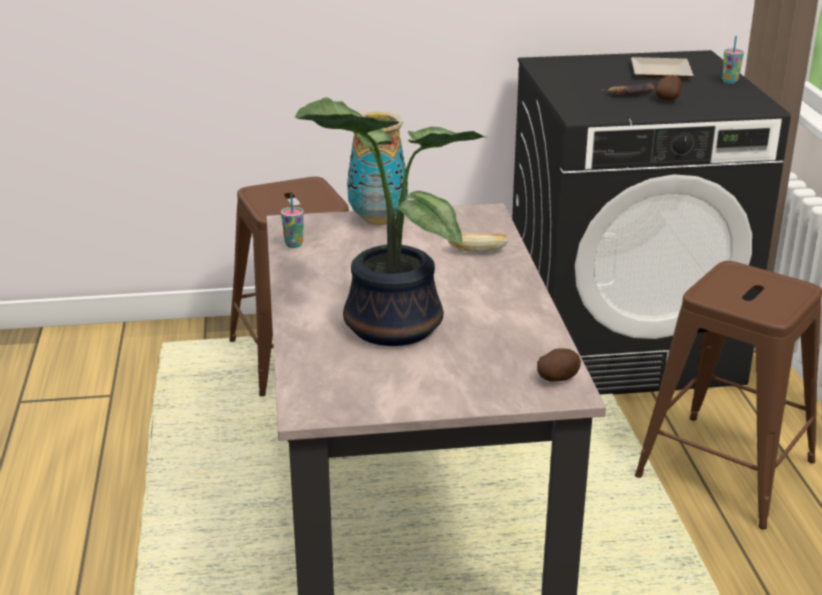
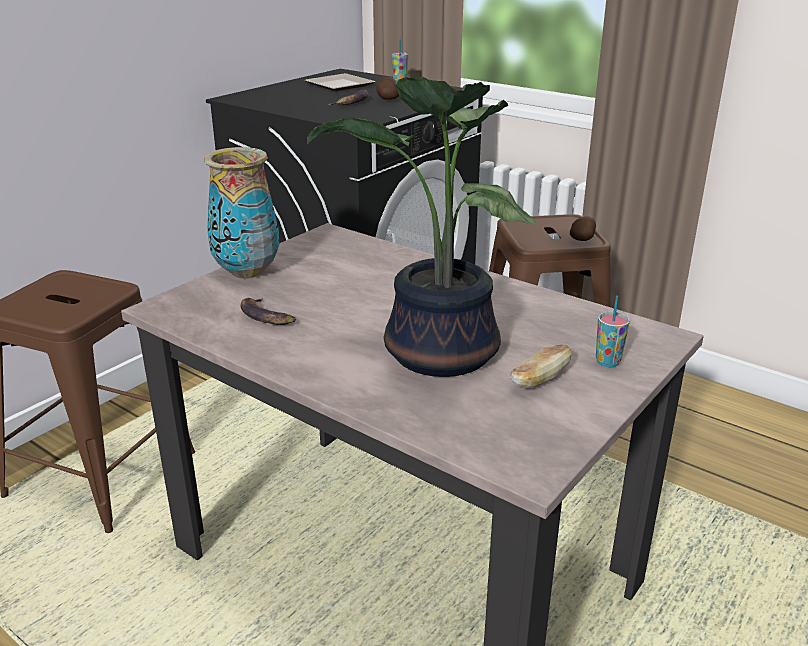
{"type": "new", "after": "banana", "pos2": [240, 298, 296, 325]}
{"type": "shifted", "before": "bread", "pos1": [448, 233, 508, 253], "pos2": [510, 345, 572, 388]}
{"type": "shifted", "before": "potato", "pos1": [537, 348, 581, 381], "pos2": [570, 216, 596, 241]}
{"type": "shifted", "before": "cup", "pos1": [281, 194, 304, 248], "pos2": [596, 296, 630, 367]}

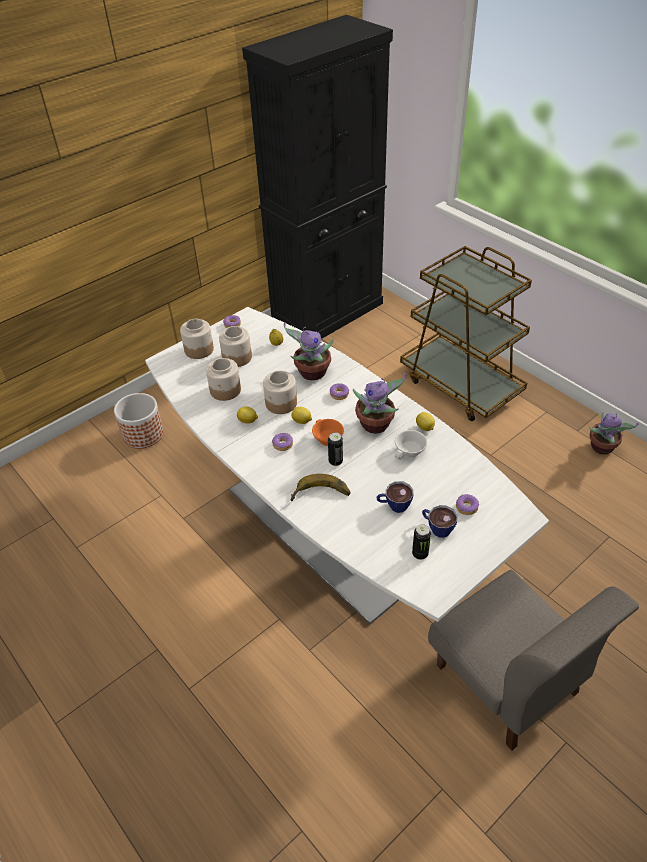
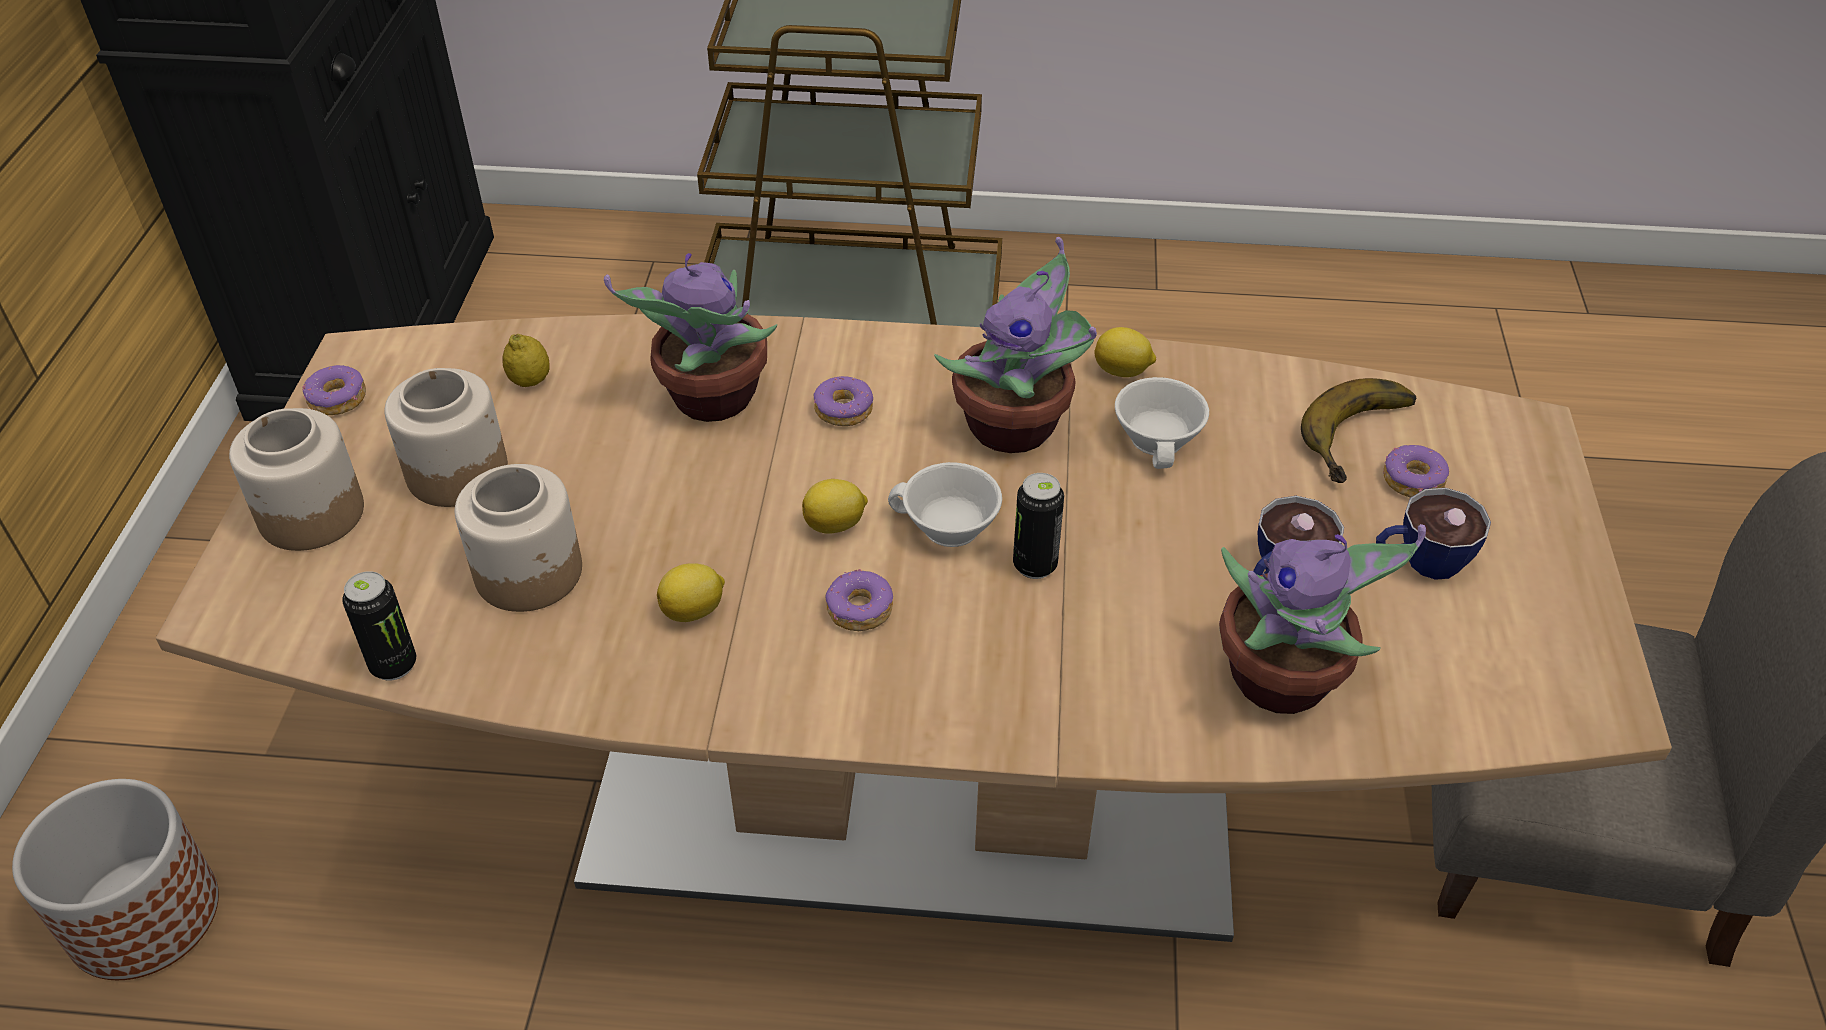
{"type": "repainted", "before": "white dining table", "after": "brown dining table", "pos1": [145, 307, 549, 624], "pos2": [156, 314, 1672, 942]}
{"type": "shifted", "before": "can", "pos1": [412, 524, 431, 560], "pos2": [342, 571, 416, 680]}
{"type": "repainted", "before": "orange cup", "after": "white cup", "pos1": [312, 419, 344, 446], "pos2": [888, 462, 1002, 547]}
{"type": "shifted", "before": "potted plant", "pos1": [589, 413, 639, 455], "pos2": [1219, 524, 1426, 714]}
{"type": "shifted", "before": "banana", "pos1": [291, 474, 350, 501], "pos2": [1301, 378, 1416, 483]}
{"type": "gone", "before": "jar", "pos1": [263, 371, 297, 414]}

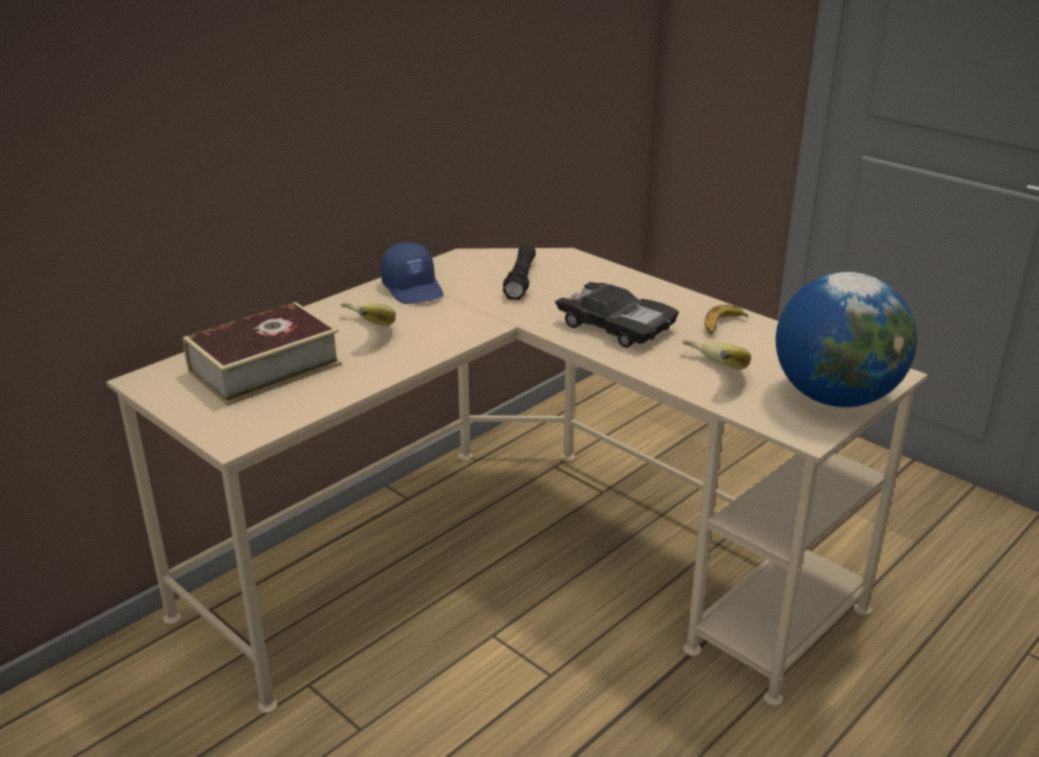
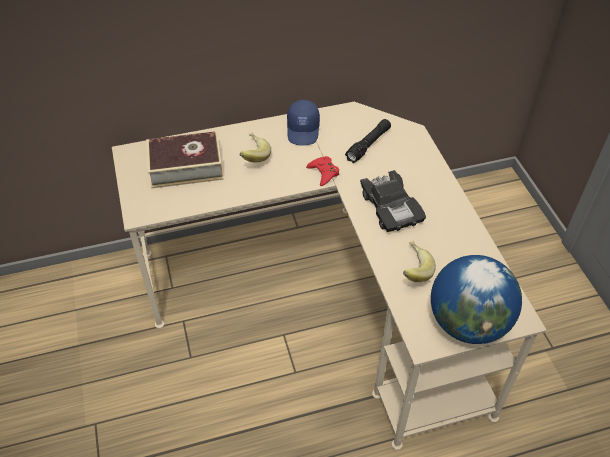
{"type": "new", "after": "red game controller", "pos2": [306, 156, 339, 186]}
{"type": "gone", "before": "banana", "pos1": [705, 305, 749, 335]}

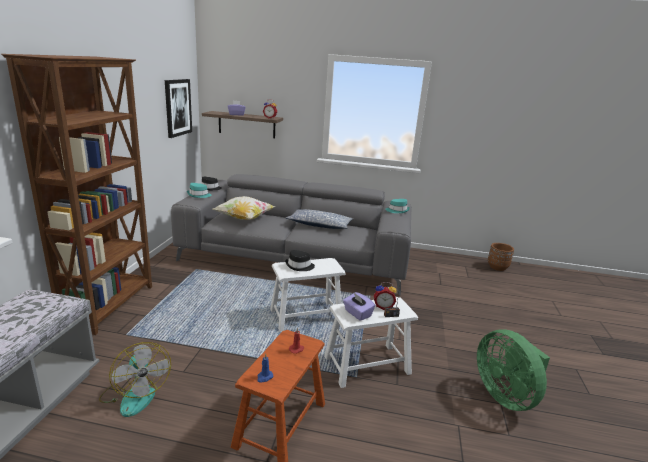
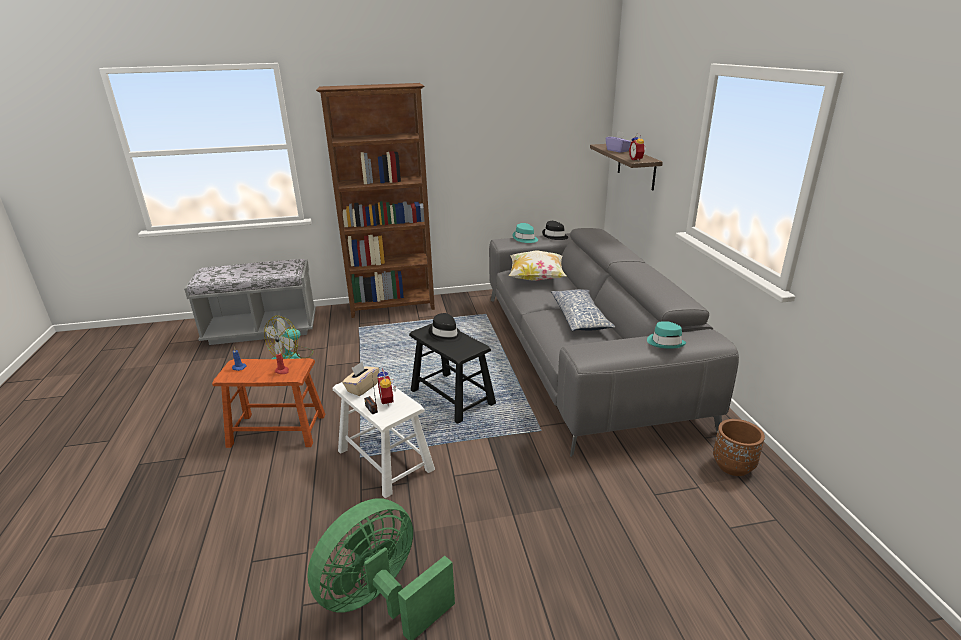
{"type": "repainted", "before": "purple tissue box", "after": "beige tissue box", "pos1": [343, 292, 375, 321], "pos2": [342, 362, 379, 396]}
{"type": "repainted", "before": "white stool", "after": "black stool", "pos1": [270, 258, 345, 332], "pos2": [409, 323, 496, 424]}
{"type": "shifted", "before": "brown planter", "pos1": [488, 243, 514, 271], "pos2": [713, 419, 765, 476]}
{"type": "gone", "before": "picture", "pos1": [165, 79, 192, 138]}

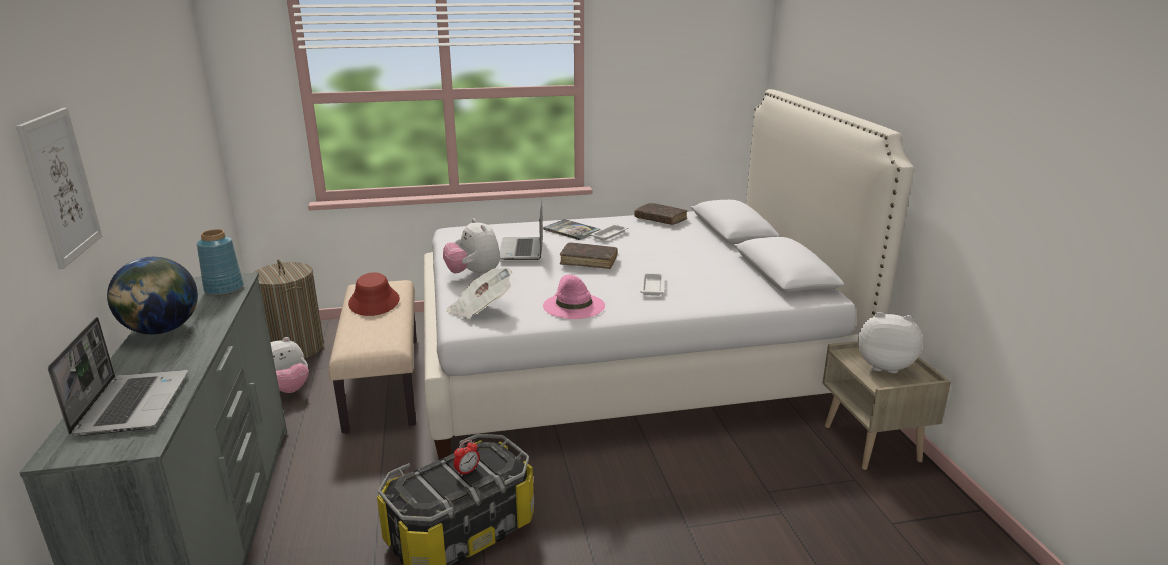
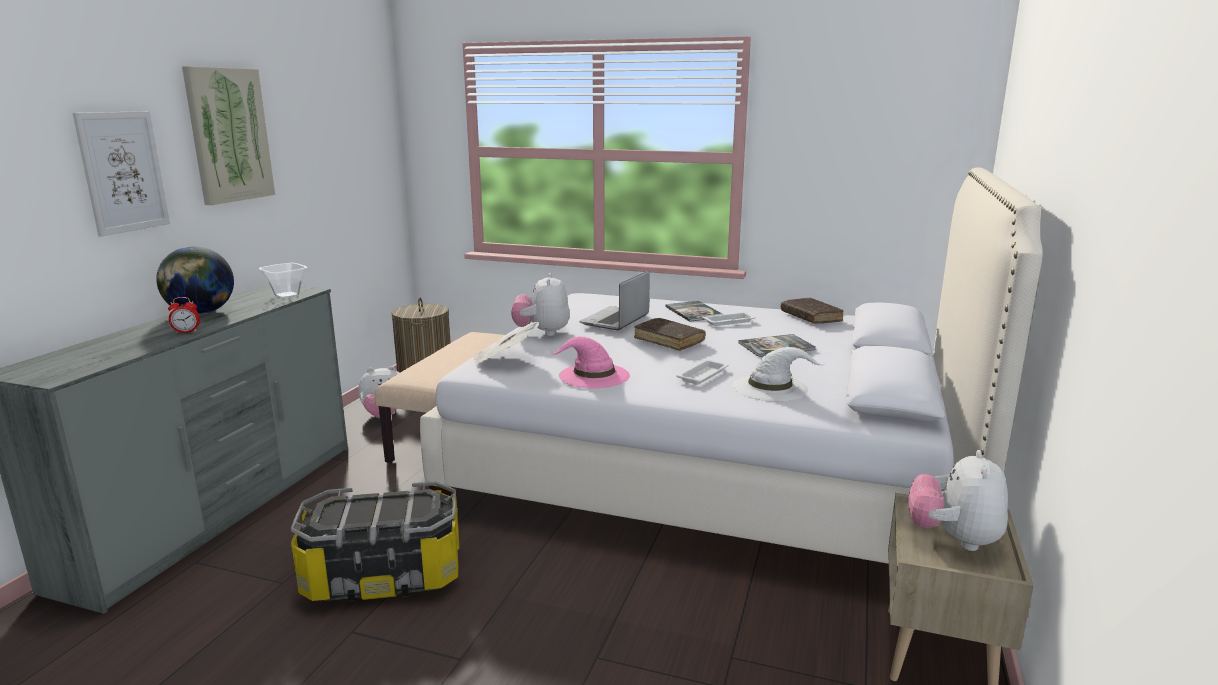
{"type": "shifted", "before": "alarm clock", "pos1": [454, 440, 480, 477], "pos2": [168, 297, 200, 334]}
{"type": "new", "after": "picture", "pos2": [182, 66, 275, 205]}
{"type": "swapped", "before": "blue vase", "after": "bowl", "pos1": [197, 229, 244, 296], "pos2": [258, 263, 308, 298]}
{"type": "new", "after": "white hat", "pos2": [733, 347, 826, 402]}
{"type": "new", "after": "book", "pos2": [738, 334, 816, 357]}
{"type": "rotated", "before": "plush toy", "pos1": [858, 312, 923, 374], "pos2": [908, 450, 1008, 551], "turn": -120}
{"type": "gone", "before": "laptop", "pos1": [48, 317, 188, 436]}
{"type": "gone", "before": "red hat", "pos1": [348, 272, 400, 316]}

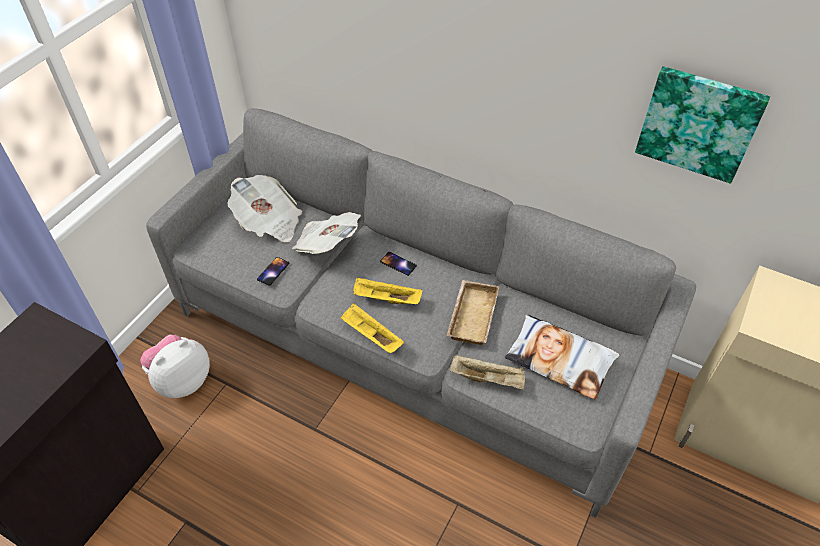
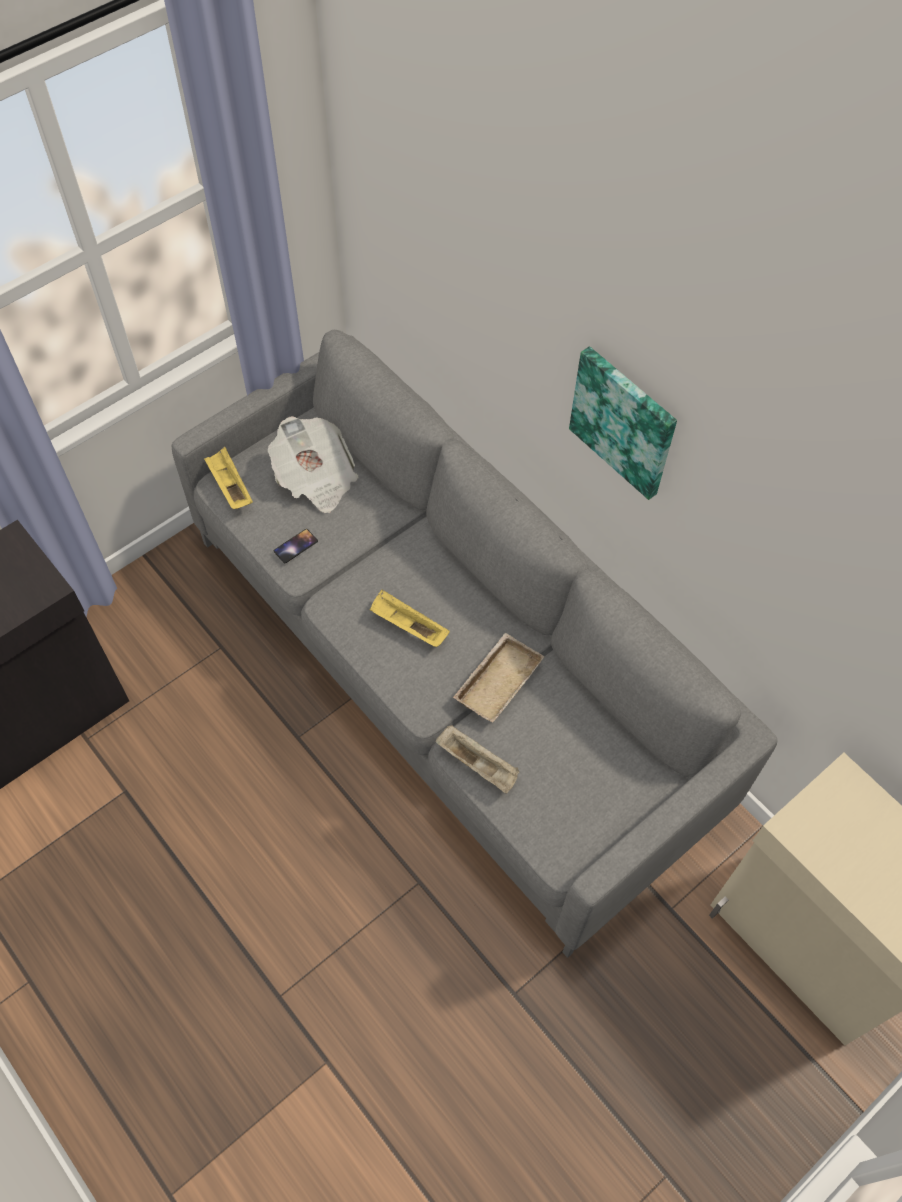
{"type": "shifted", "before": "yellow tray", "pos1": [340, 303, 404, 353], "pos2": [204, 447, 253, 509]}
{"type": "shifted", "before": "picture", "pos1": [635, 66, 770, 183], "pos2": [569, 346, 677, 500]}
{"type": "gone", "before": "plush toy", "pos1": [141, 335, 210, 398]}
{"type": "gone", "before": "newspaper", "pos1": [292, 212, 361, 254]}
{"type": "gone", "before": "phone", "pos1": [380, 252, 417, 276]}
{"type": "gone", "before": "pillow", "pos1": [505, 315, 620, 400]}

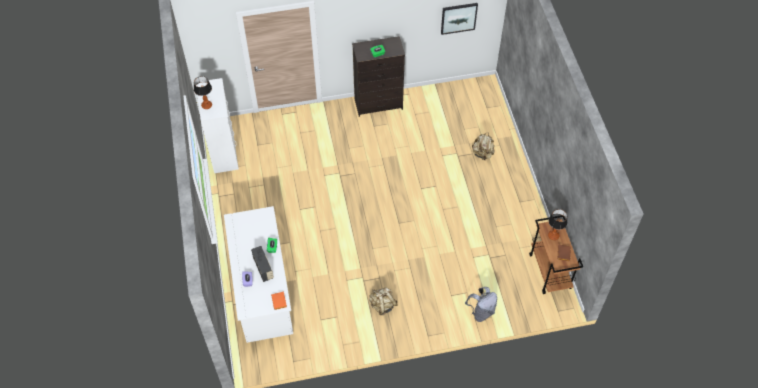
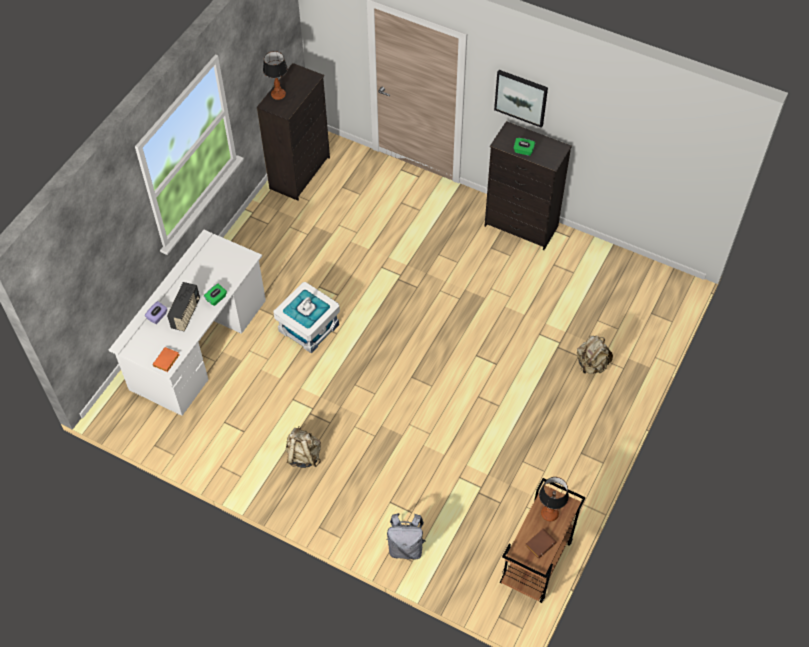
{"type": "repainted", "before": "white dresser", "after": "black dresser", "pos1": [196, 78, 239, 173], "pos2": [257, 63, 330, 201]}
{"type": "new", "after": "white storage box", "pos2": [274, 282, 340, 354]}
{"type": "shifted", "before": "picture", "pos1": [441, 3, 478, 35], "pos2": [494, 70, 548, 128]}

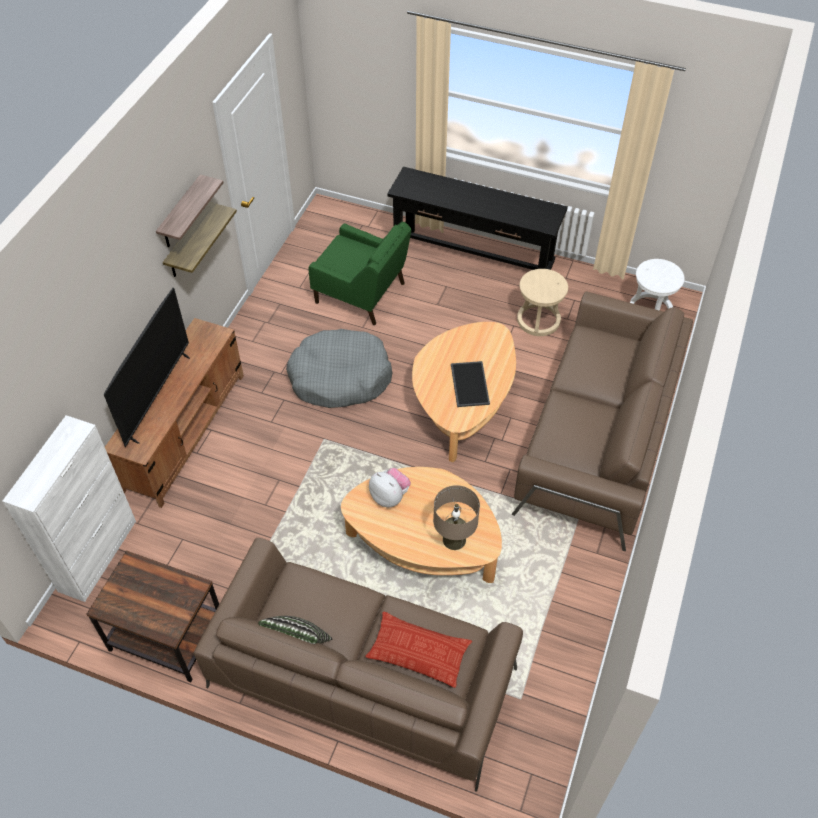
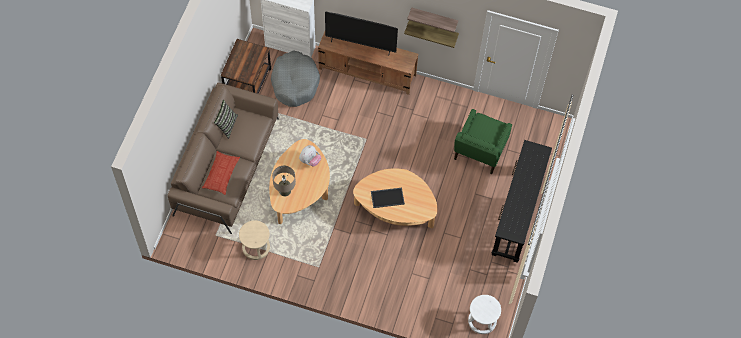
{"type": "shifted", "before": "beige stool", "pos1": [517, 269, 568, 336], "pos2": [239, 220, 270, 260]}
{"type": "shifted", "before": "grey dog bed", "pos1": [286, 329, 392, 408], "pos2": [271, 50, 320, 107]}
{"type": "gone", "before": "brown sofa", "pos1": [512, 291, 693, 551]}

